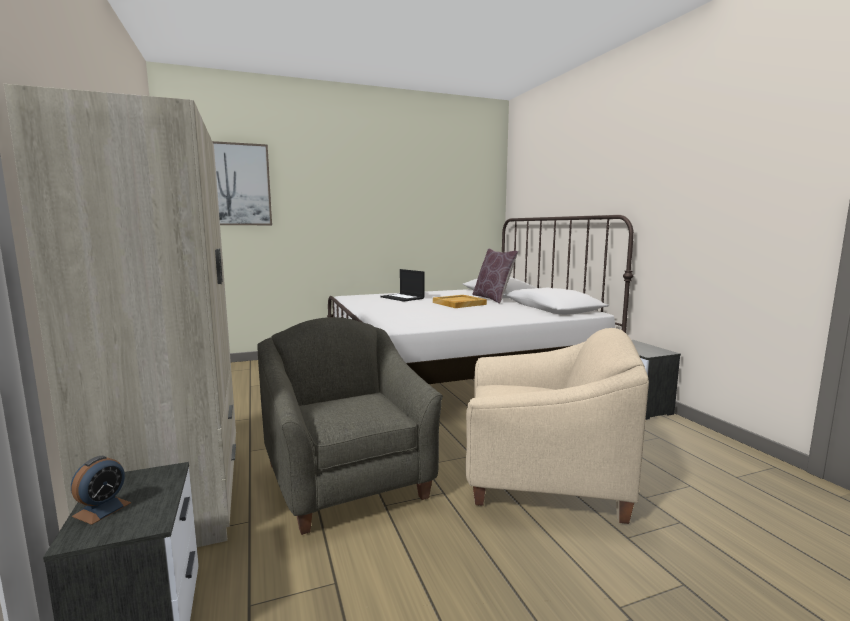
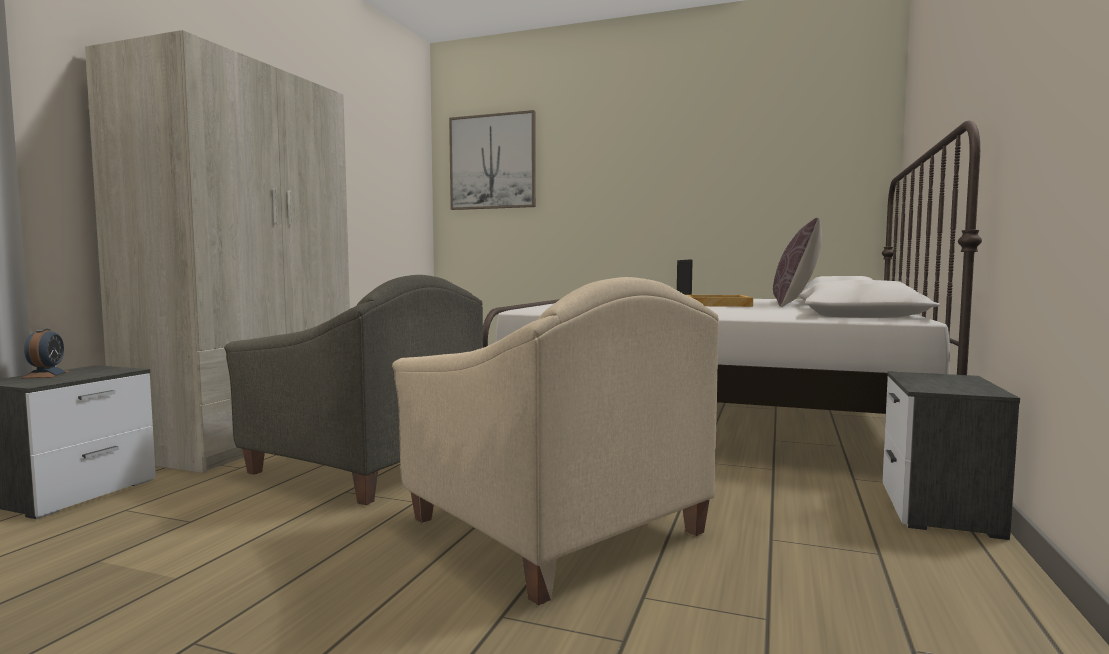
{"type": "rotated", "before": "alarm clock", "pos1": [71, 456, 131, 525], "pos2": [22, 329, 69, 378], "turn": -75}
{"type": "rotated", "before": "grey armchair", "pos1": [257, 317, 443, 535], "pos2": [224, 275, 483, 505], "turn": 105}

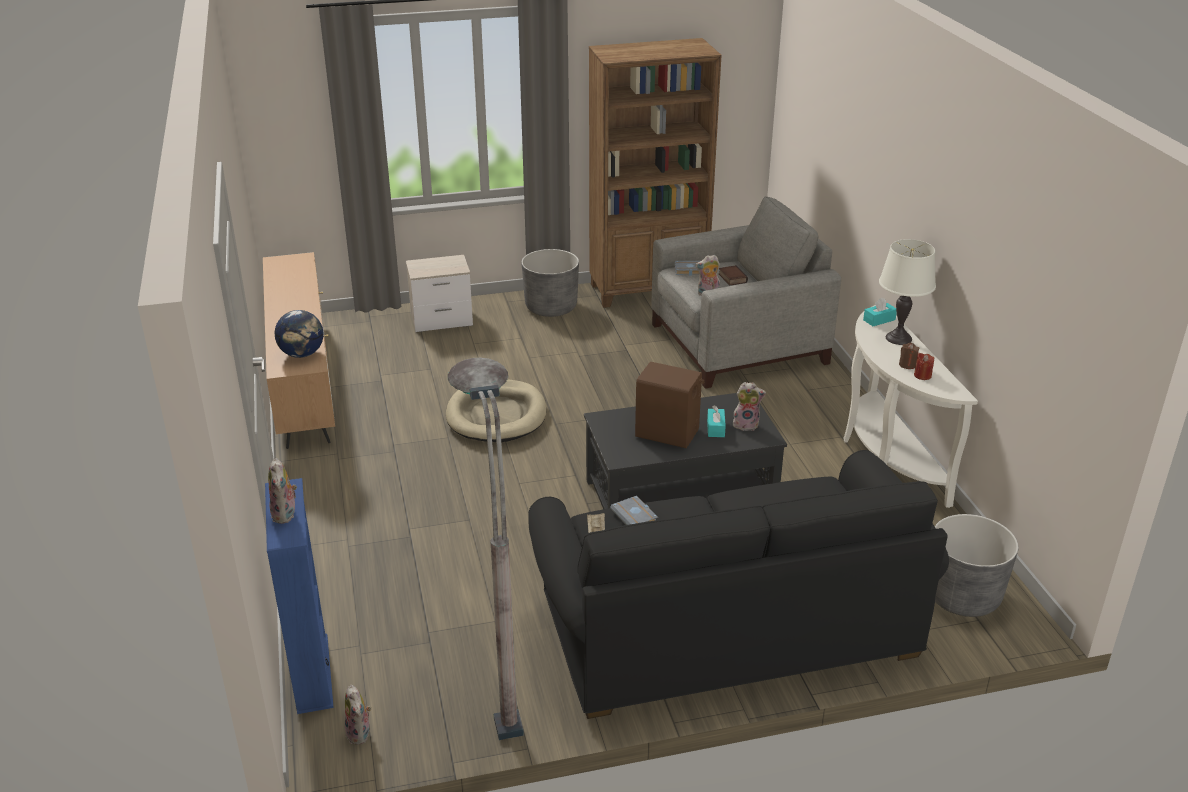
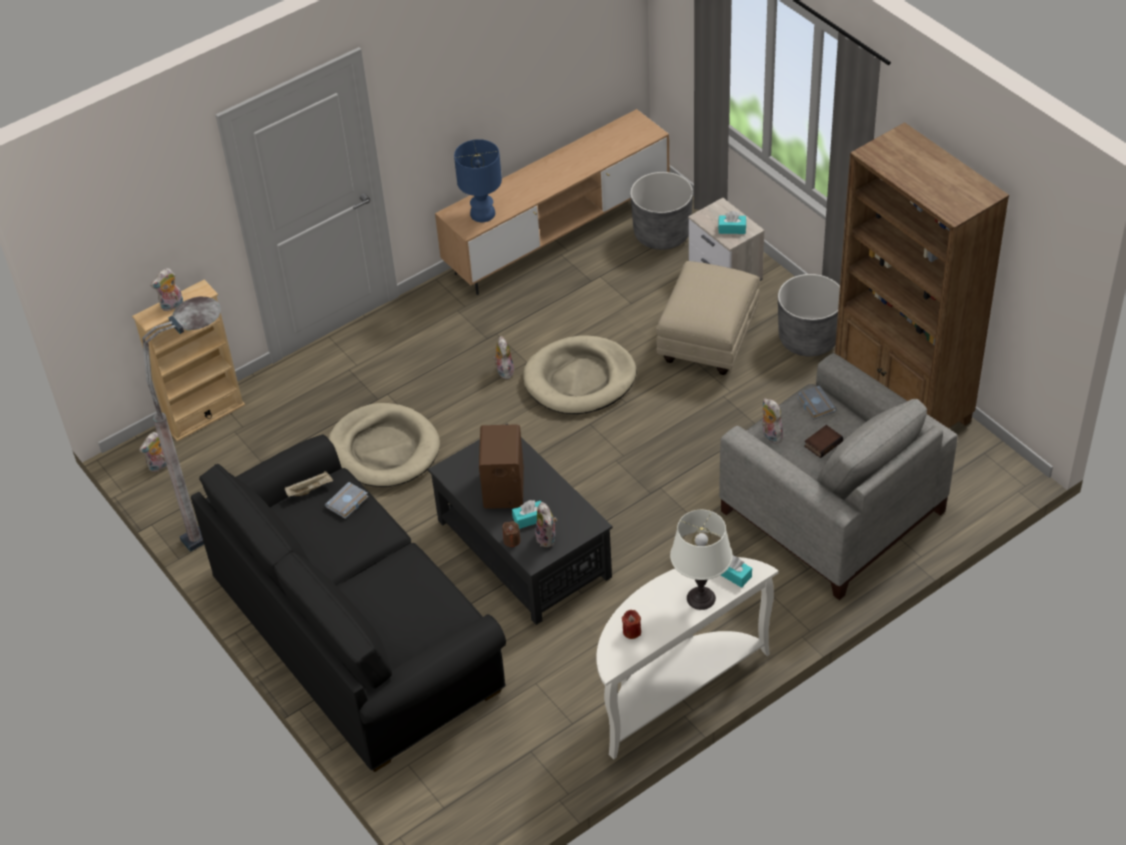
{"type": "repainted", "before": "blue bookcase", "after": "beige bookcase", "pos1": [265, 478, 334, 714], "pos2": [132, 280, 245, 442]}
{"type": "new", "after": "beige dog bed", "pos2": [328, 403, 440, 487]}
{"type": "swapped", "before": "globe", "after": "blue table lamp", "pos1": [275, 310, 324, 358], "pos2": [454, 139, 502, 222]}
{"type": "new", "after": "plush toy", "pos2": [493, 336, 514, 379]}
{"type": "shifted", "before": "brown candle", "pos1": [899, 343, 920, 369], "pos2": [502, 521, 521, 547]}
{"type": "shifted", "before": "grey planter", "pos1": [935, 514, 1018, 617], "pos2": [630, 172, 693, 250]}
{"type": "new", "after": "beige ottoman", "pos2": [656, 261, 760, 375]}
{"type": "new", "after": "turquoise tissue box", "pos2": [718, 211, 746, 234]}

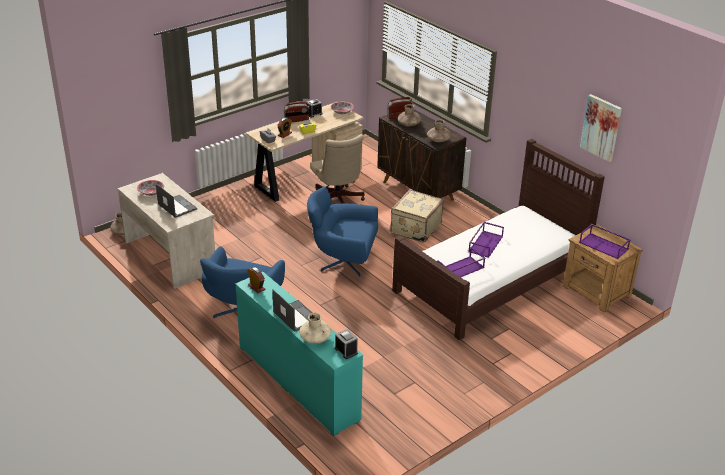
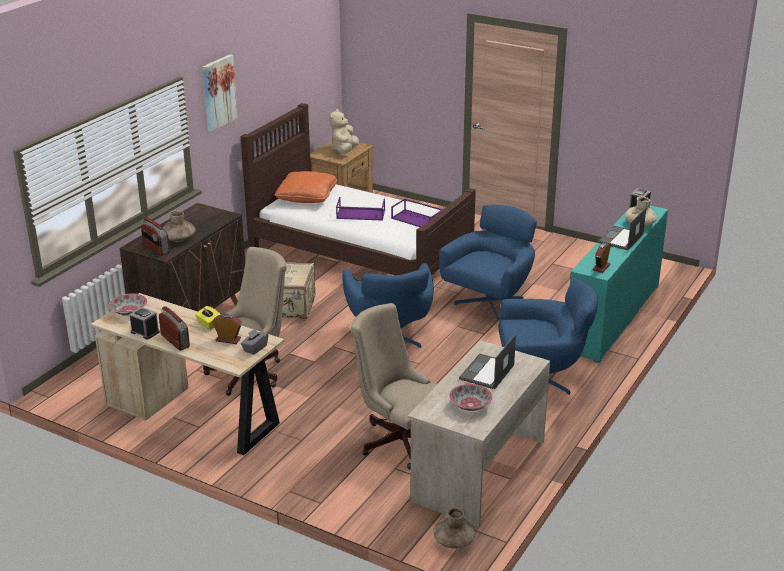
{"type": "shifted", "before": "picture", "pos1": [580, 94, 622, 162], "pos2": [202, 54, 238, 132]}
{"type": "new", "after": "orange pillow", "pos2": [275, 171, 337, 203]}
{"type": "swapped", "before": "purple tray", "after": "beige plush toy", "pos1": [579, 224, 630, 259], "pos2": [329, 109, 359, 153]}
{"type": "new", "after": "beige office chair", "pos2": [351, 303, 438, 469]}
{"type": "new", "after": "blue armchair", "pos2": [439, 205, 537, 320]}
{"type": "gone", "before": "brown vase", "pos1": [427, 120, 451, 142]}

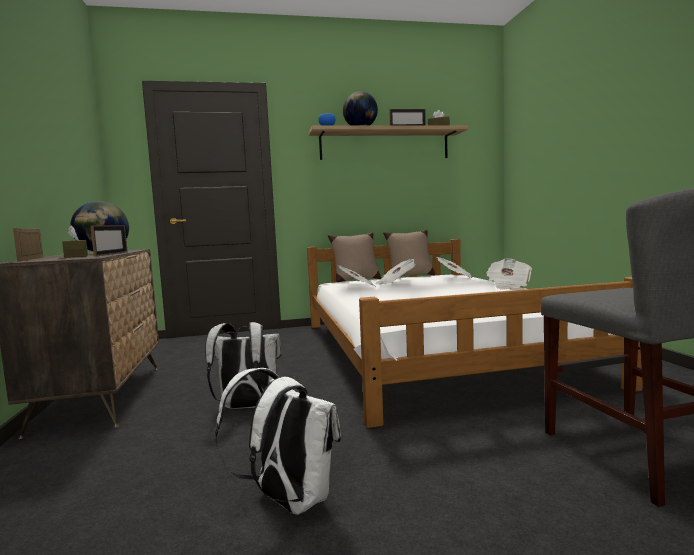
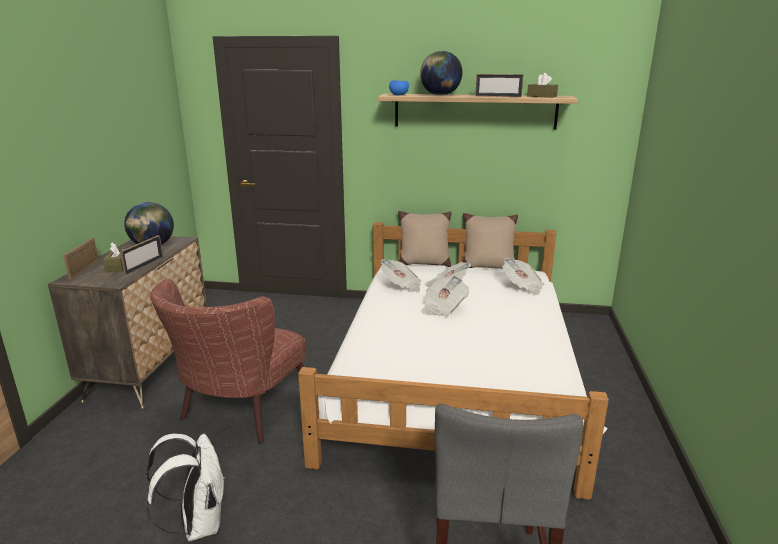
{"type": "swapped", "before": "white backpack", "after": "brown armchair", "pos1": [205, 322, 281, 409], "pos2": [150, 278, 306, 443]}
{"type": "shifted", "before": "newspaper", "pos1": [486, 259, 532, 290], "pos2": [421, 276, 469, 316]}

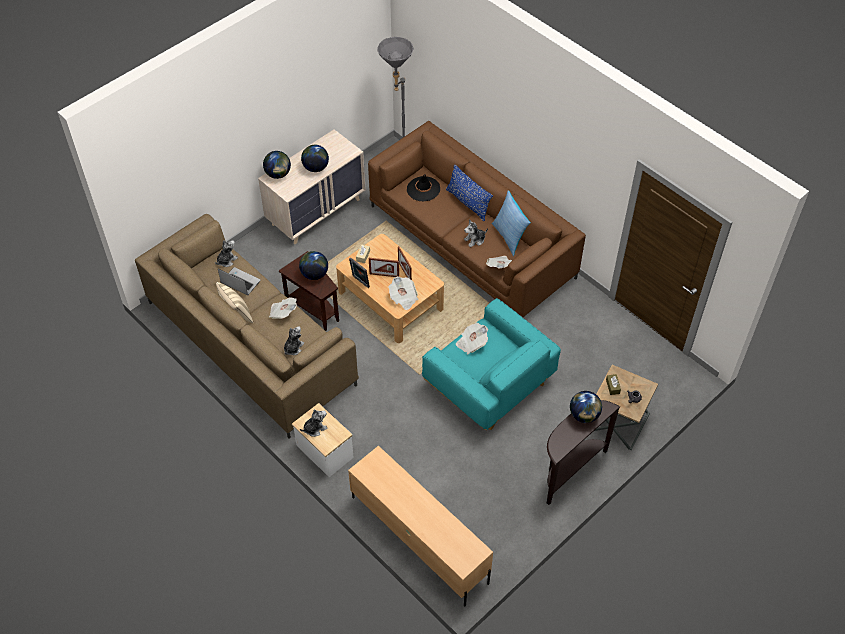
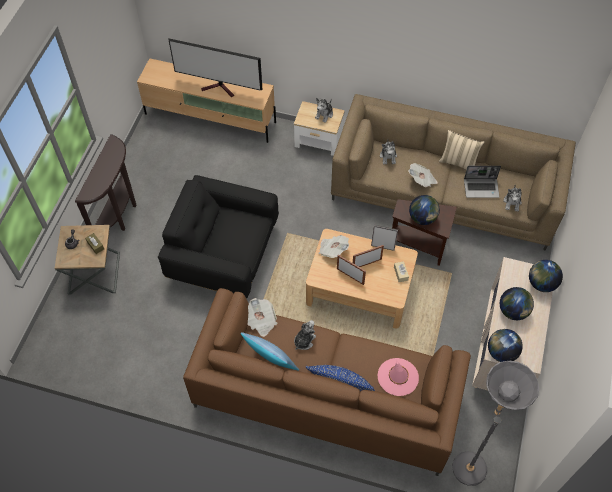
{"type": "repainted", "before": "turquoise armchair", "after": "black armchair", "pos1": [422, 298, 561, 430], "pos2": [158, 175, 279, 298]}
{"type": "new", "after": "television", "pos2": [168, 38, 263, 97]}
{"type": "repainted", "before": "black hat", "after": "pink hat", "pos1": [407, 174, 440, 201], "pos2": [377, 358, 419, 396]}
{"type": "shifted", "before": "globe", "pos1": [570, 391, 602, 423], "pos2": [488, 329, 523, 362]}
{"type": "gone", "before": "newspaper", "pos1": [456, 323, 488, 354]}

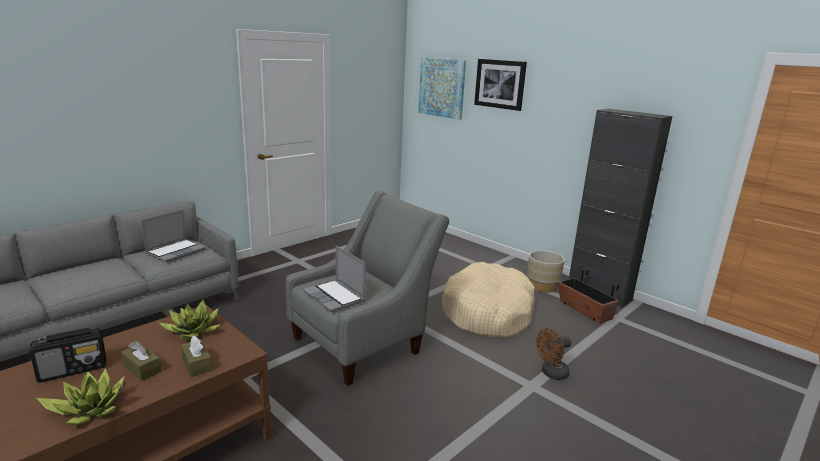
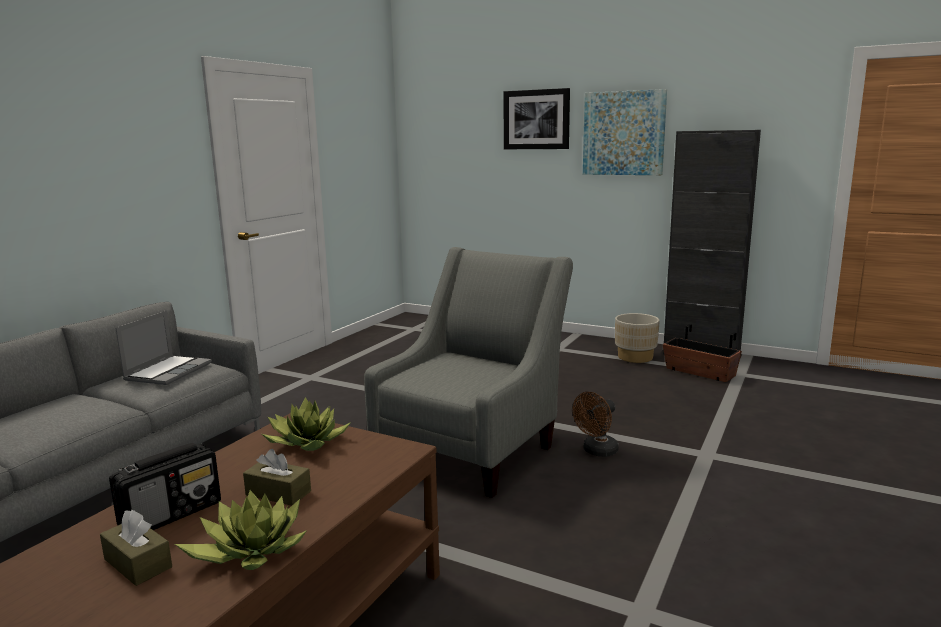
{"type": "shifted", "before": "brown tissue box", "pos1": [181, 336, 212, 377], "pos2": [100, 509, 172, 586]}
{"type": "shifted", "before": "brown fan", "pos1": [536, 328, 571, 380], "pos2": [572, 392, 619, 457]}
{"type": "shifted", "before": "picture", "pos1": [418, 57, 466, 120], "pos2": [583, 89, 667, 175]}
{"type": "gone", "before": "laptop", "pos1": [303, 246, 366, 312]}
{"type": "gone", "before": "beige dog bed", "pos1": [442, 262, 535, 337]}

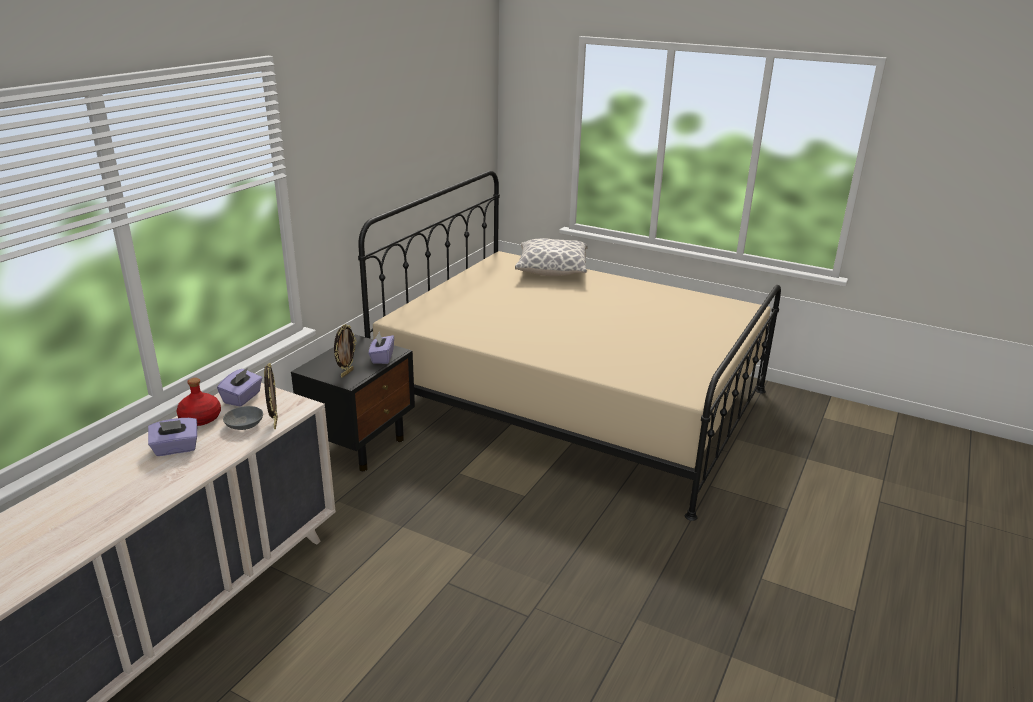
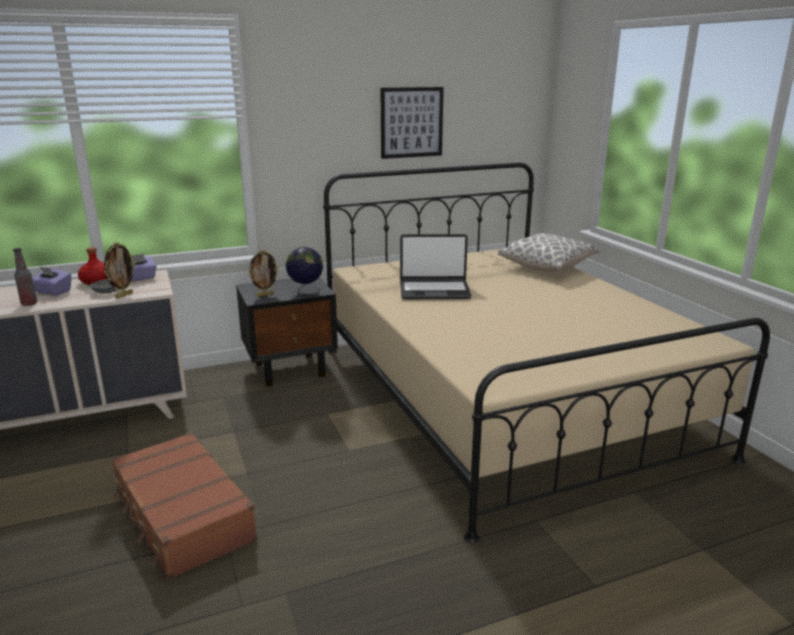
{"type": "new", "after": "bottle", "pos2": [13, 248, 37, 306]}
{"type": "new", "after": "brown suitcase", "pos2": [111, 432, 257, 580]}
{"type": "swapped", "before": "purple tissue box", "after": "globe", "pos1": [369, 332, 394, 364], "pos2": [286, 247, 323, 296]}
{"type": "new", "after": "picture", "pos2": [381, 87, 444, 159]}
{"type": "new", "after": "laptop", "pos2": [400, 234, 471, 299]}

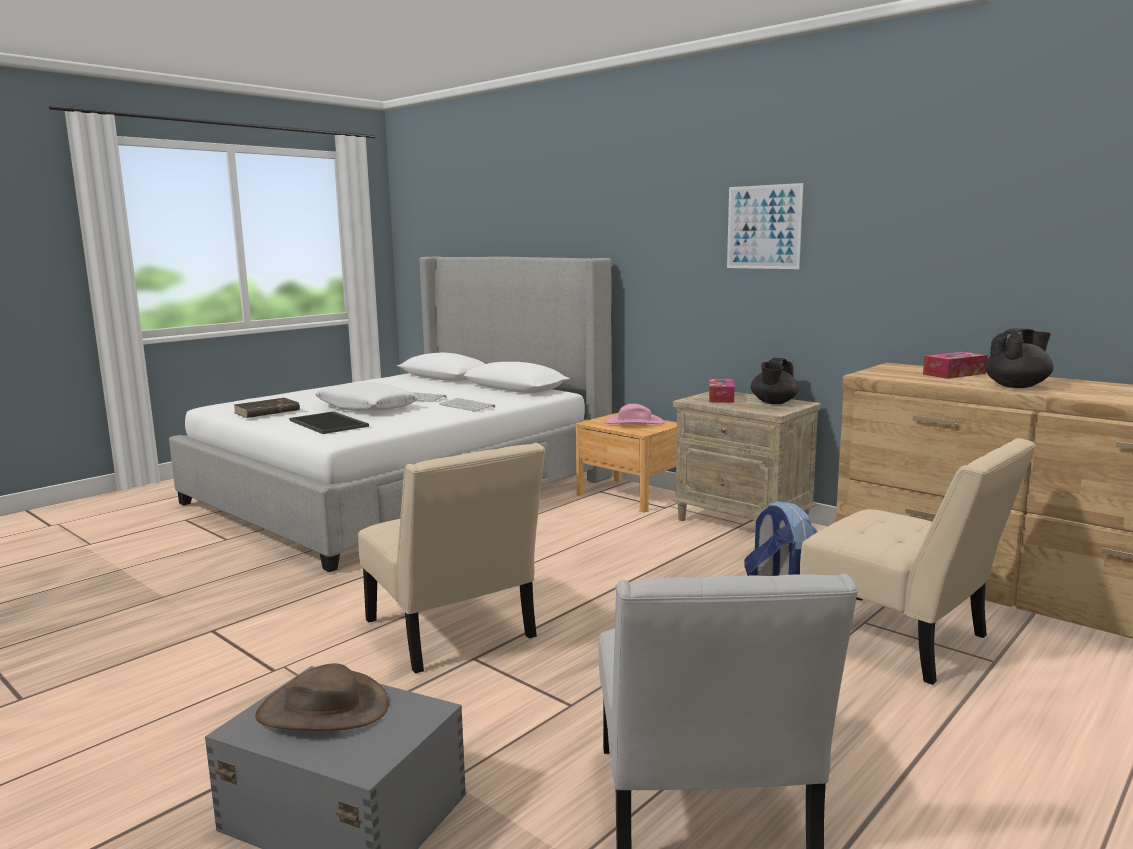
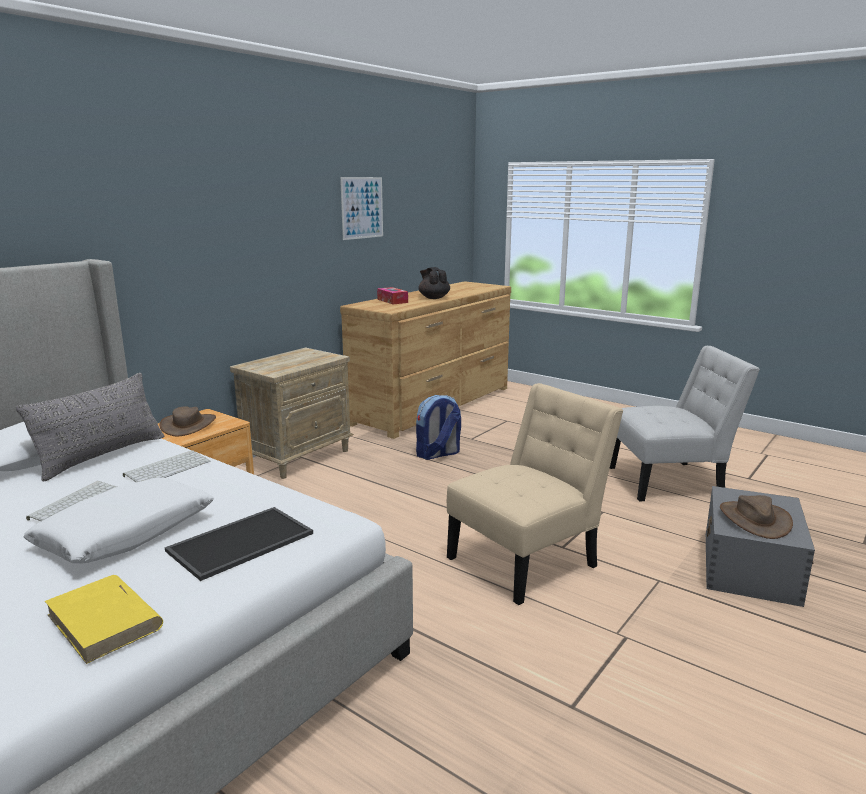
{"type": "new", "after": "grey pillow", "pos2": [16, 373, 164, 482]}
{"type": "repainted", "before": "brown book", "after": "yellow book", "pos1": [234, 398, 300, 418], "pos2": [45, 575, 163, 664]}
{"type": "repainted", "before": "pink hat", "after": "brown hat", "pos1": [605, 404, 665, 424], "pos2": [160, 407, 216, 437]}
{"type": "shifted", "before": "picture", "pos1": [727, 183, 803, 269], "pos2": [340, 177, 383, 240]}
{"type": "gone", "before": "tissue box", "pos1": [709, 379, 735, 403]}
{"type": "gone", "before": "black teapot", "pos1": [751, 358, 799, 404]}
{"type": "gone", "before": "beige chair", "pos1": [800, 438, 1036, 685]}

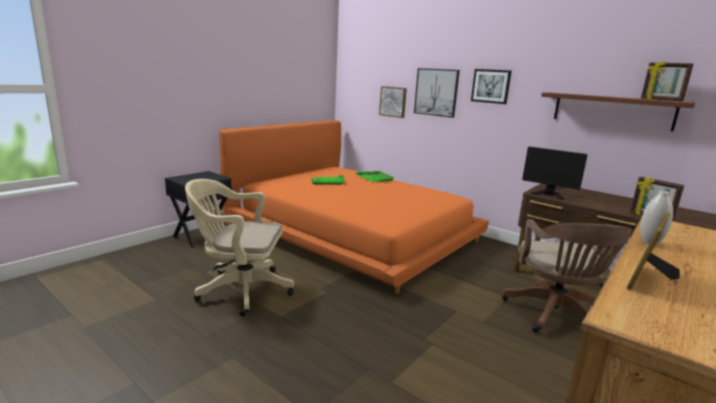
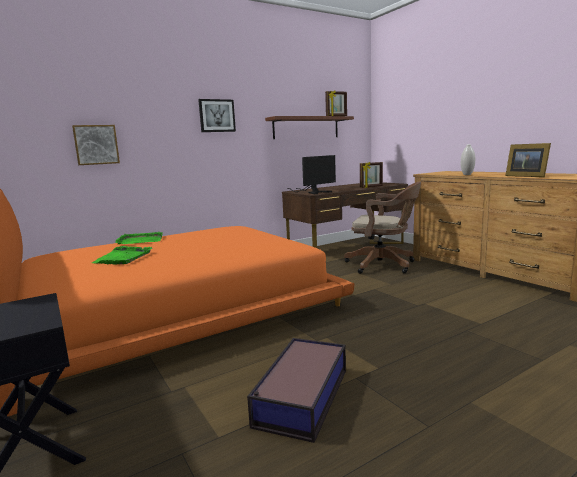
{"type": "swapped", "before": "beige office chair", "after": "storage box", "pos1": [185, 179, 294, 317], "pos2": [247, 338, 346, 443]}
{"type": "gone", "before": "picture", "pos1": [414, 68, 460, 118]}

